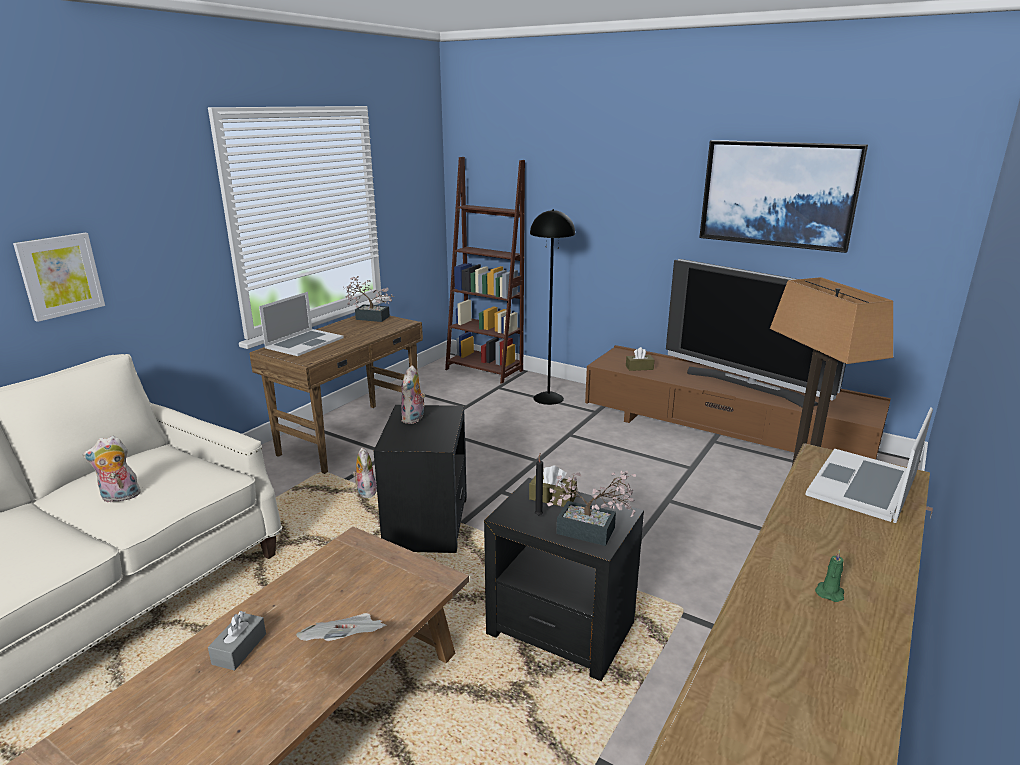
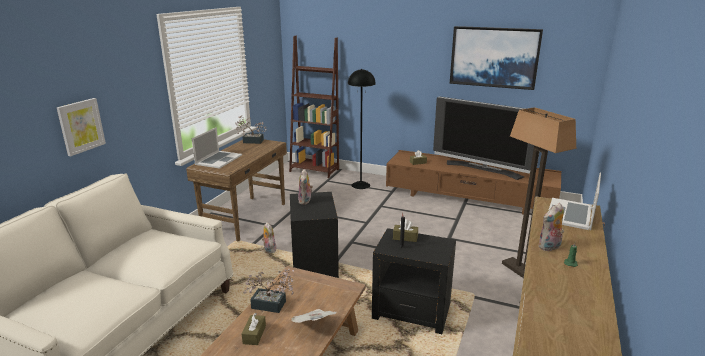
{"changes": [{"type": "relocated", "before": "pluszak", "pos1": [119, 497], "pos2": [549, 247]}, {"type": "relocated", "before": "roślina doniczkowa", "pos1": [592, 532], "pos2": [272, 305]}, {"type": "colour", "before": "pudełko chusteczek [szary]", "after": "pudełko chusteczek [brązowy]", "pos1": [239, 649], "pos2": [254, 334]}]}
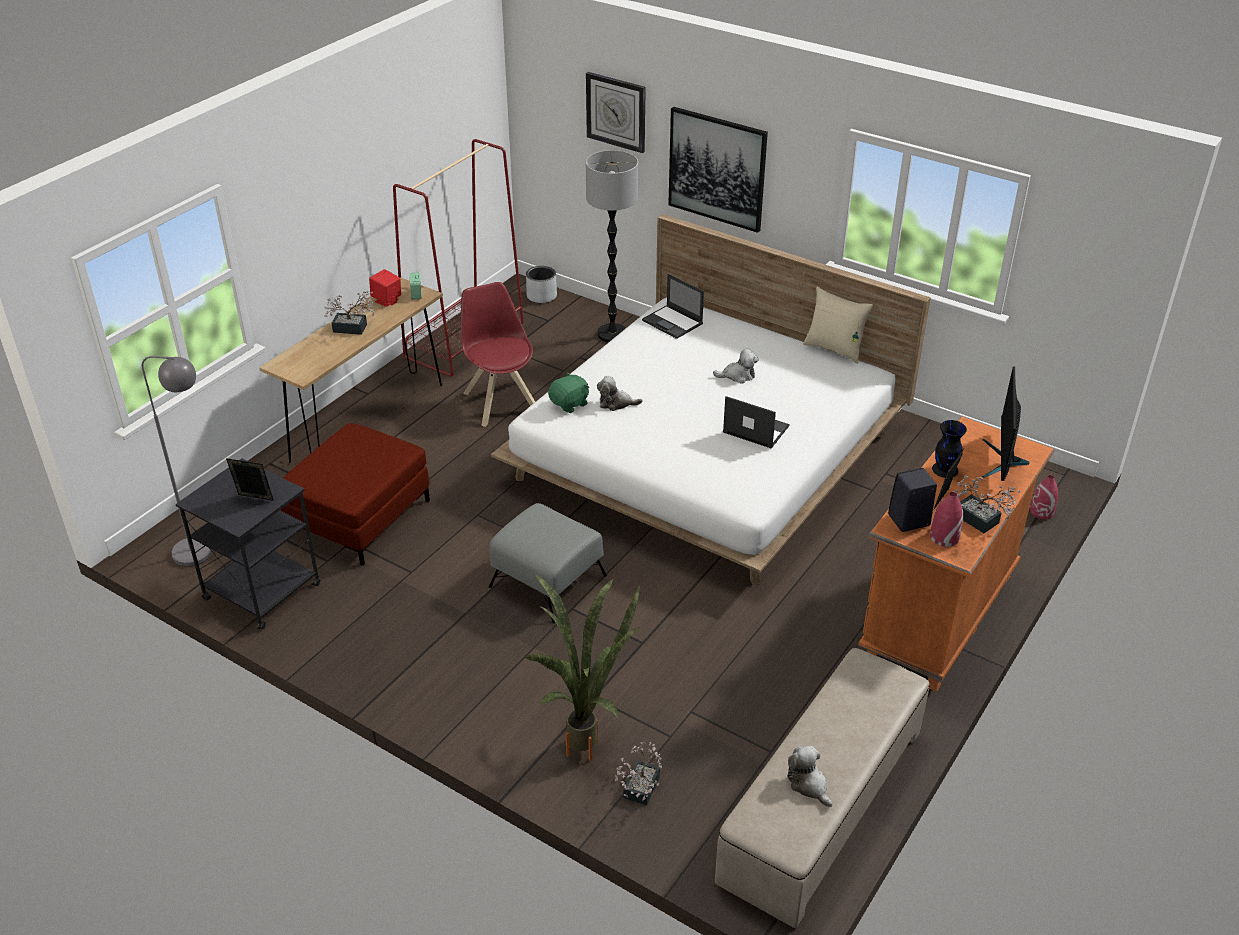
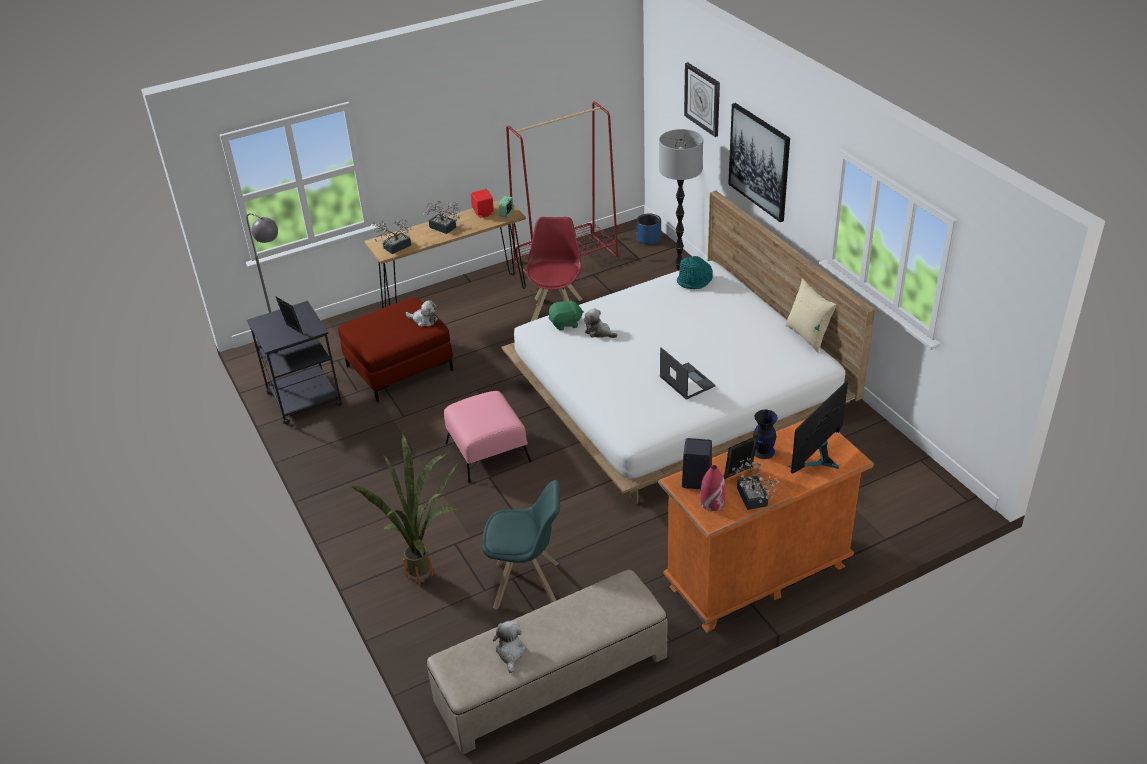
{"changes": [{"type": "missing", "before": "wazon [czerwony]", "pos1": [1042, 512]}, {"type": "appeared", "after": "krzesło [turkusowy]", "pos2": [527, 585]}, {"type": "relocated", "before": "roślina doniczkowa", "pos1": [639, 791], "pos2": [394, 248]}, {"type": "relocated", "before": "pluszak", "pos1": [738, 375], "pos2": [424, 320]}, {"type": "exchanged", "before": "laptop", "after": "kapelusz [turkusowy]", "pos1": [673, 322], "pos2": [694, 281]}, {"type": "colour", "before": "pufa [szary]", "after": "pufa [różowy]", "pos1": [547, 580], "pos2": [488, 451]}, {"type": "colour", "before": "donica [szary]", "after": "donica [niebieski]", "pos1": [542, 296], "pos2": [648, 239]}]}
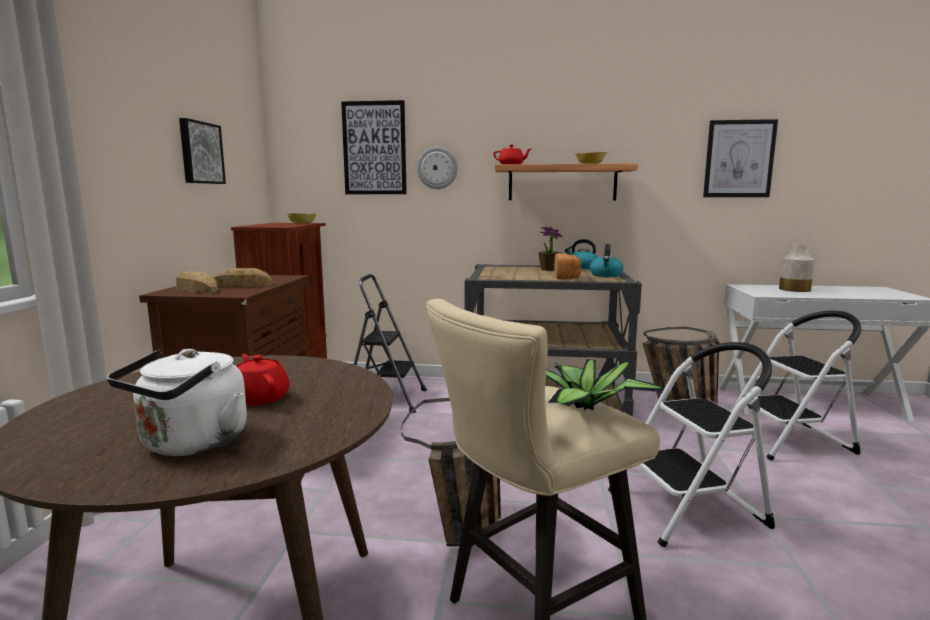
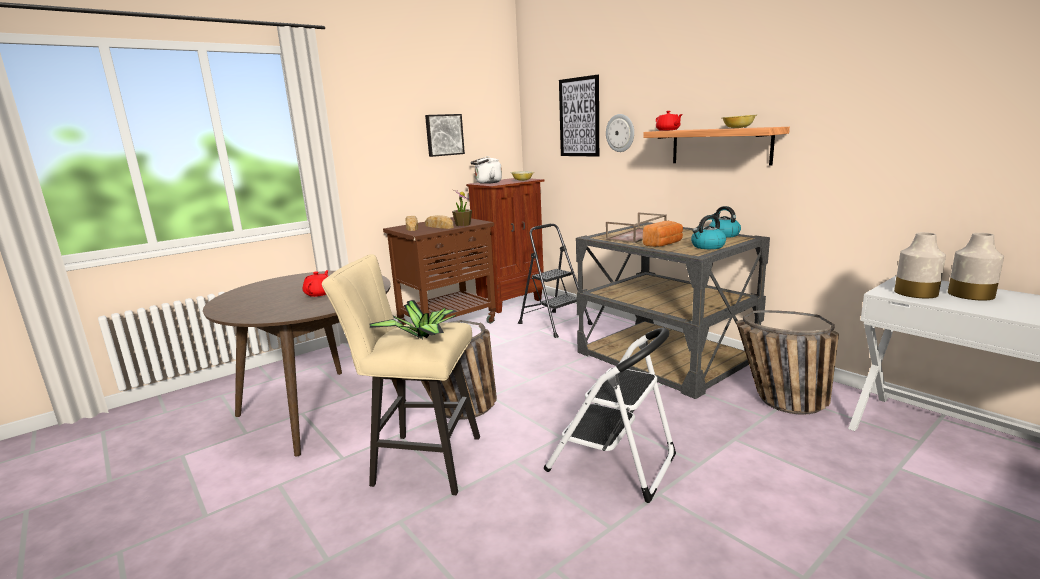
{"changes": [{"type": "missing", "before": "obraz", "pos1": [739, 159]}, {"type": "missing", "before": "drabinka", "pos1": [791, 440]}, {"type": "appeared", "after": "taca [brązowy]", "pos2": [636, 236]}, {"type": "appeared", "after": "wazon [beżowy]", "pos2": [916, 292]}, {"type": "relocated", "before": "czajnik [biały]", "pos1": [190, 444], "pos2": [487, 183]}, {"type": "relocated", "before": "roślina doniczkowa", "pos1": [549, 269], "pos2": [463, 225]}]}
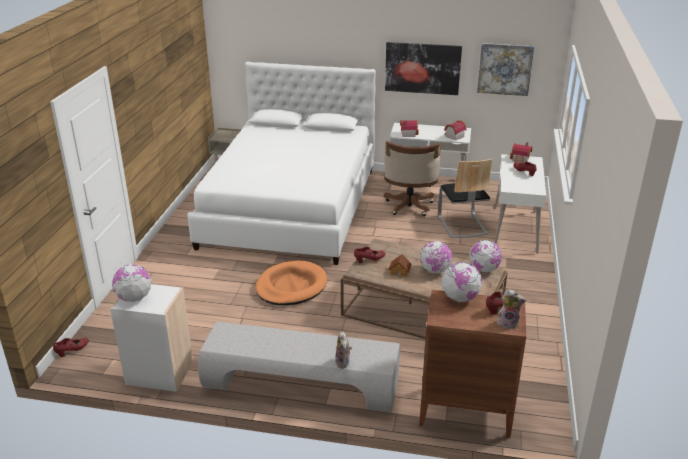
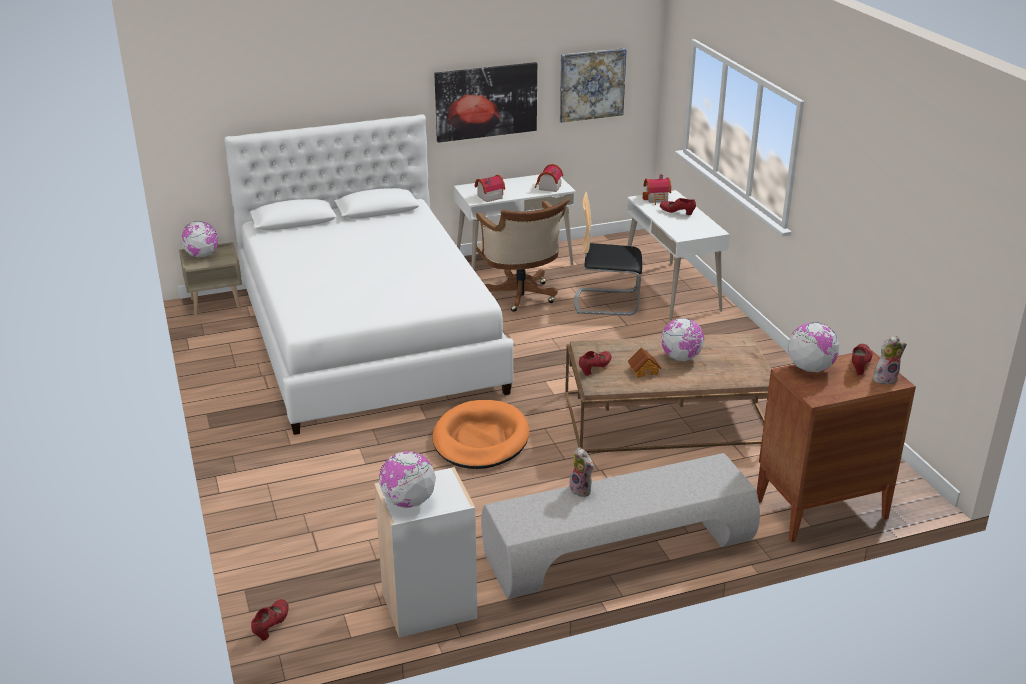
{"changes": [{"type": "relocated", "before": "pluszak", "pos1": [343, 363], "pos2": [582, 490]}, {"type": "relocated", "before": "globus", "pos1": [484, 269], "pos2": [202, 255]}, {"type": "spun", "before": "krzesło", "pos1": [462, 225], "pos2": [607, 302], "turn": 135}]}
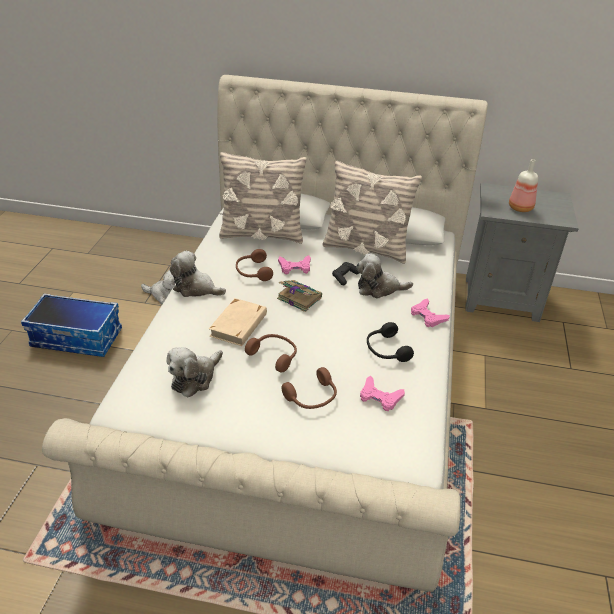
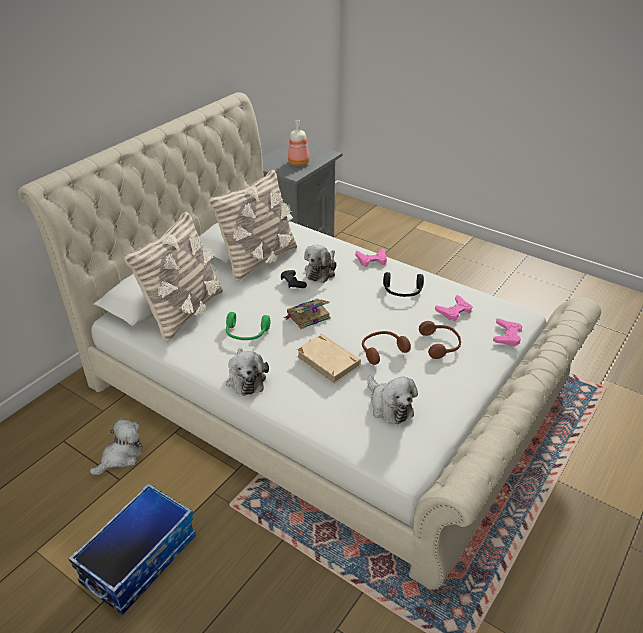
{"changes": [{"type": "relocated", "before": "pad do gier [różowy]", "pos1": [295, 267], "pos2": [507, 335]}, {"type": "colour", "before": "słuchawki [brązowy]", "after": "słuchawki [zielony]", "pos1": [253, 272], "pos2": [246, 334]}, {"type": "spun", "before": "pluszak", "pos1": [196, 288], "pos2": [246, 378], "turn": -60}]}
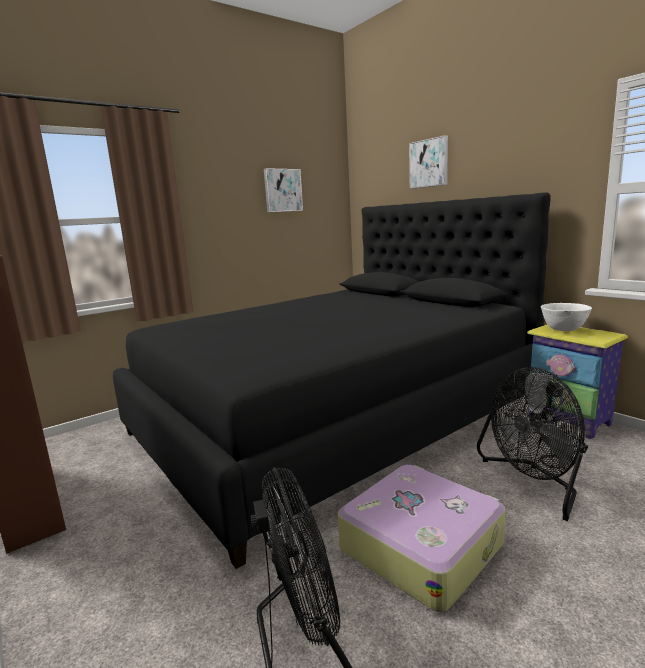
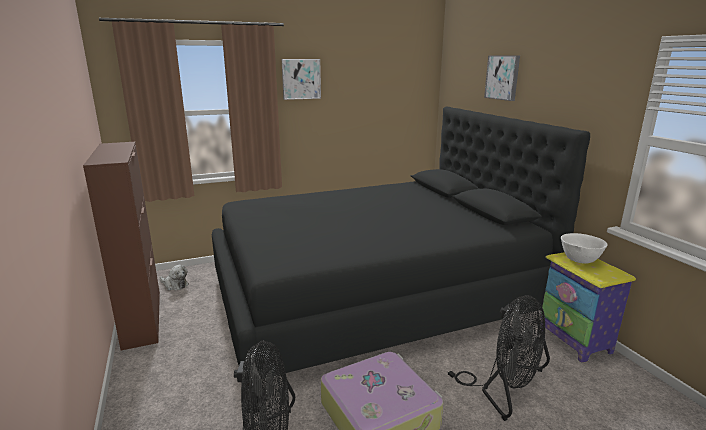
{"changes": [{"type": "appeared", "after": "pluszak", "pos2": [175, 285]}, {"type": "relocated", "before": "obraz", "pos1": [282, 190], "pos2": [301, 79]}, {"type": "spun", "before": "wentylator [czarny]", "pos1": [535, 479], "pos2": [504, 386], "turn": -135}]}
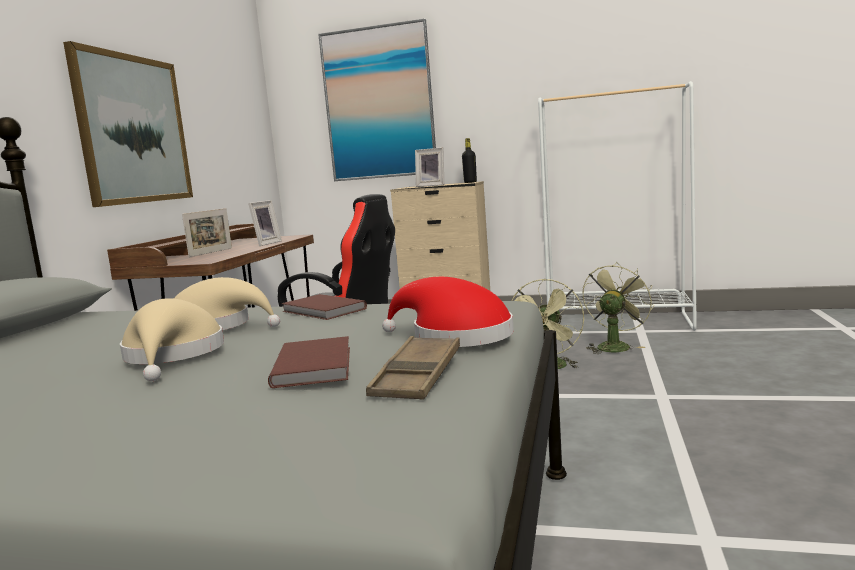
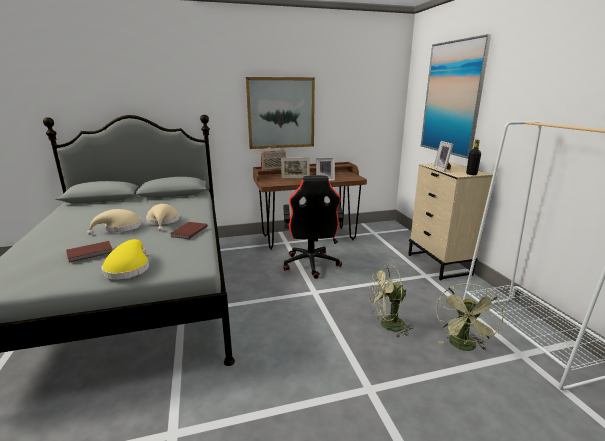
{"changes": [{"type": "missing", "before": "taca [brązowy]", "pos1": [417, 376]}, {"type": "appeared", "after": "radio", "pos2": [274, 168]}, {"type": "colour", "before": "kapelusz [czerwony]", "after": "kapelusz [żółty]", "pos1": [455, 336], "pos2": [128, 268]}, {"type": "spun", "before": "wentylator [zielony]", "pos1": [615, 346], "pos2": [463, 346], "turn": 105}]}
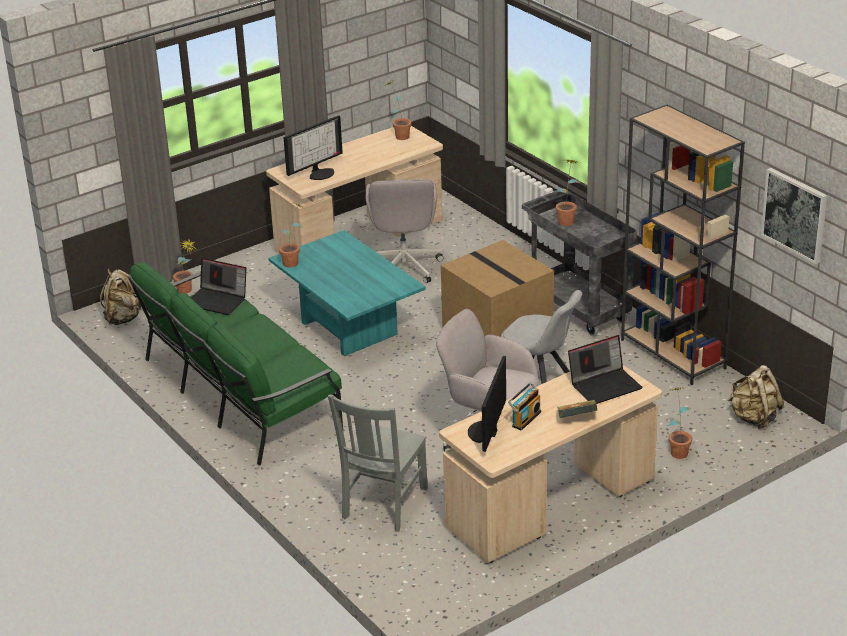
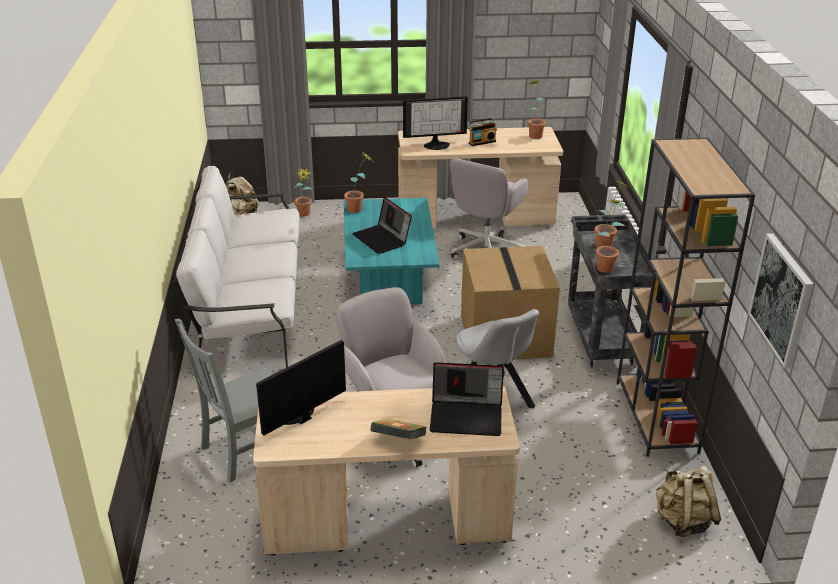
{"changes": [{"type": "relocated", "before": "laptop", "pos1": [218, 300], "pos2": [382, 239]}, {"type": "relocated", "before": "radio", "pos1": [525, 419], "pos2": [481, 142]}, {"type": "relocated", "before": "roślina doniczkowa", "pos1": [677, 450], "pos2": [606, 266]}, {"type": "colour", "before": "kanapa [zielony]", "after": "kanapa [biały]", "pos1": [239, 394], "pos2": [249, 306]}]}
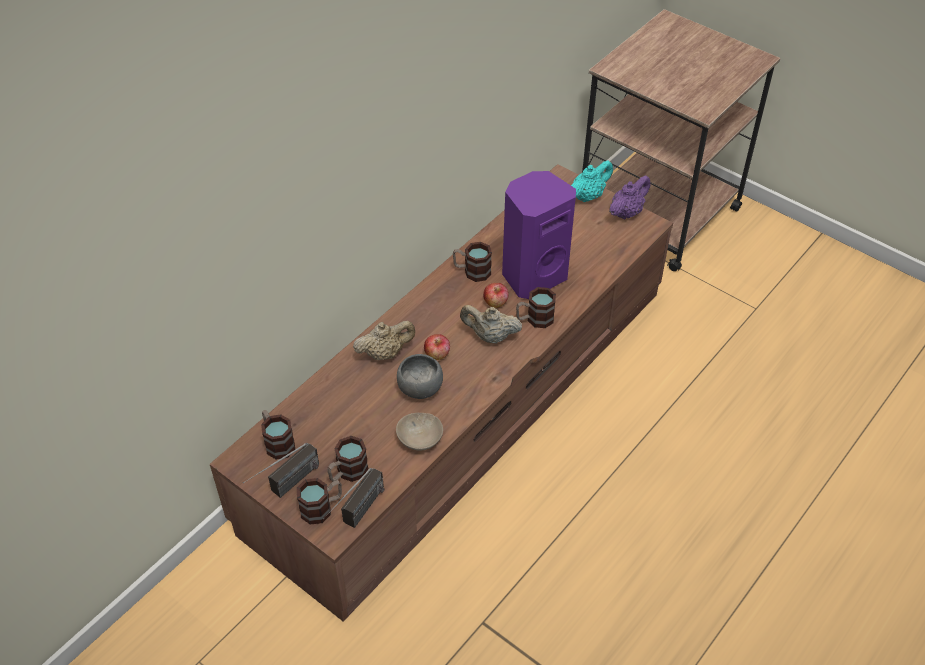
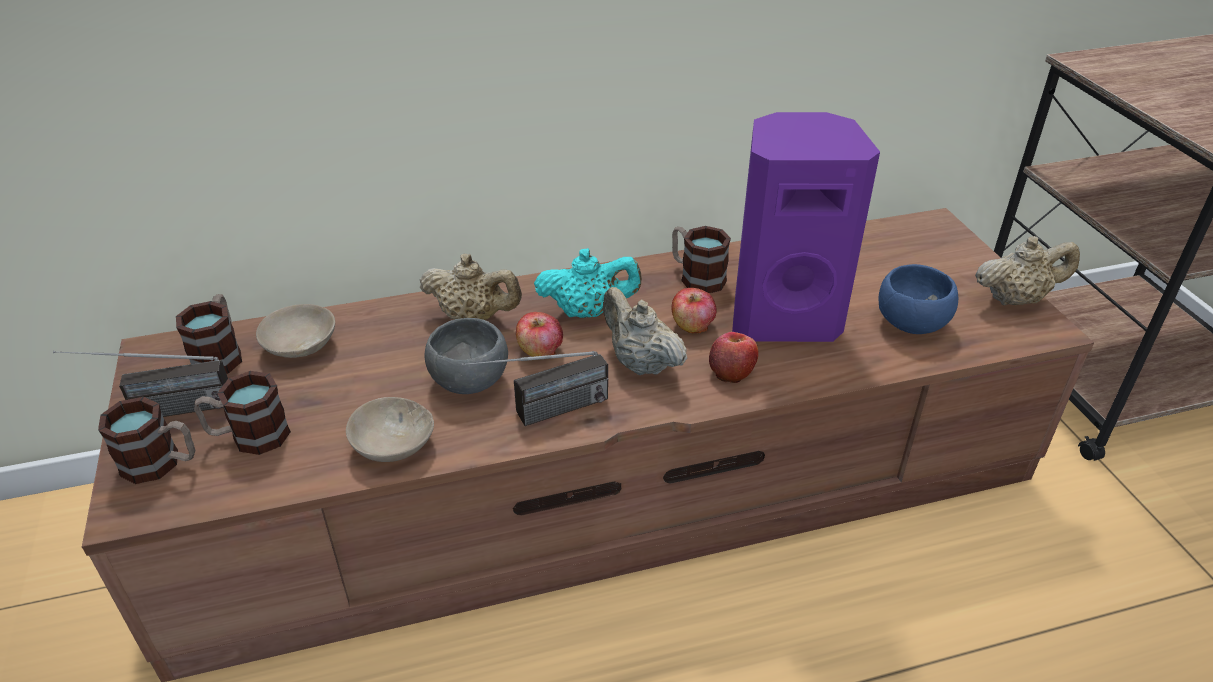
{"changes": [{"type": "appeared", "after": "miska [beżowy]", "pos2": [301, 344]}, {"type": "appeared", "after": "miska [niebieski]", "pos2": [909, 321]}, {"type": "relocated", "before": "radio", "pos1": [357, 516], "pos2": [540, 414]}, {"type": "relocated", "before": "imbryk [turkusowy]", "pos1": [588, 196], "pos2": [588, 312]}, {"type": "exchanged", "before": "kubek", "after": "jabłko", "pos1": [534, 319], "pos2": [732, 371]}, {"type": "colour", "before": "imbryk [fioletowy]", "after": "imbryk [beżowy]", "pos1": [627, 212], "pos2": [1016, 299]}]}
